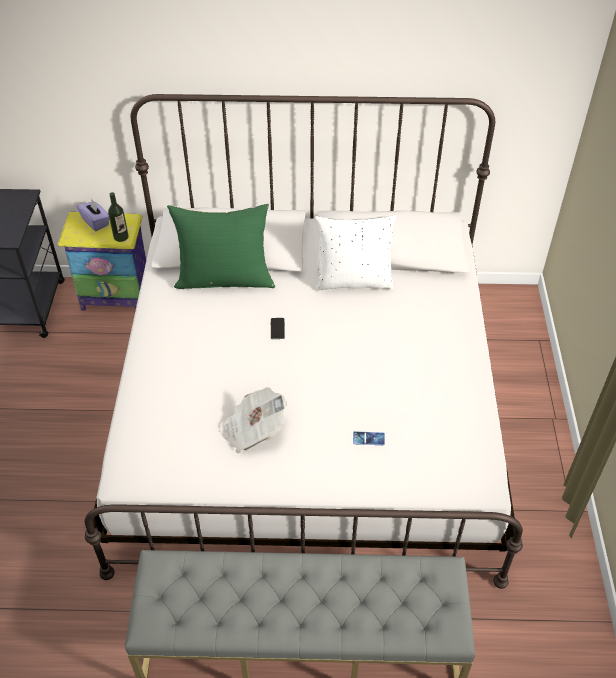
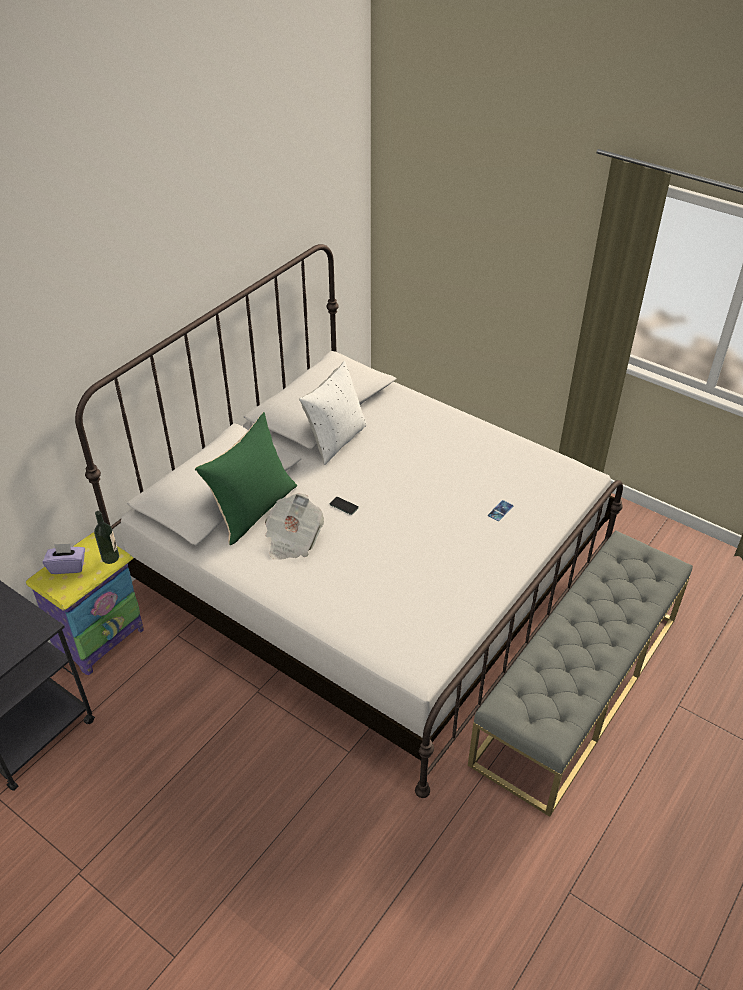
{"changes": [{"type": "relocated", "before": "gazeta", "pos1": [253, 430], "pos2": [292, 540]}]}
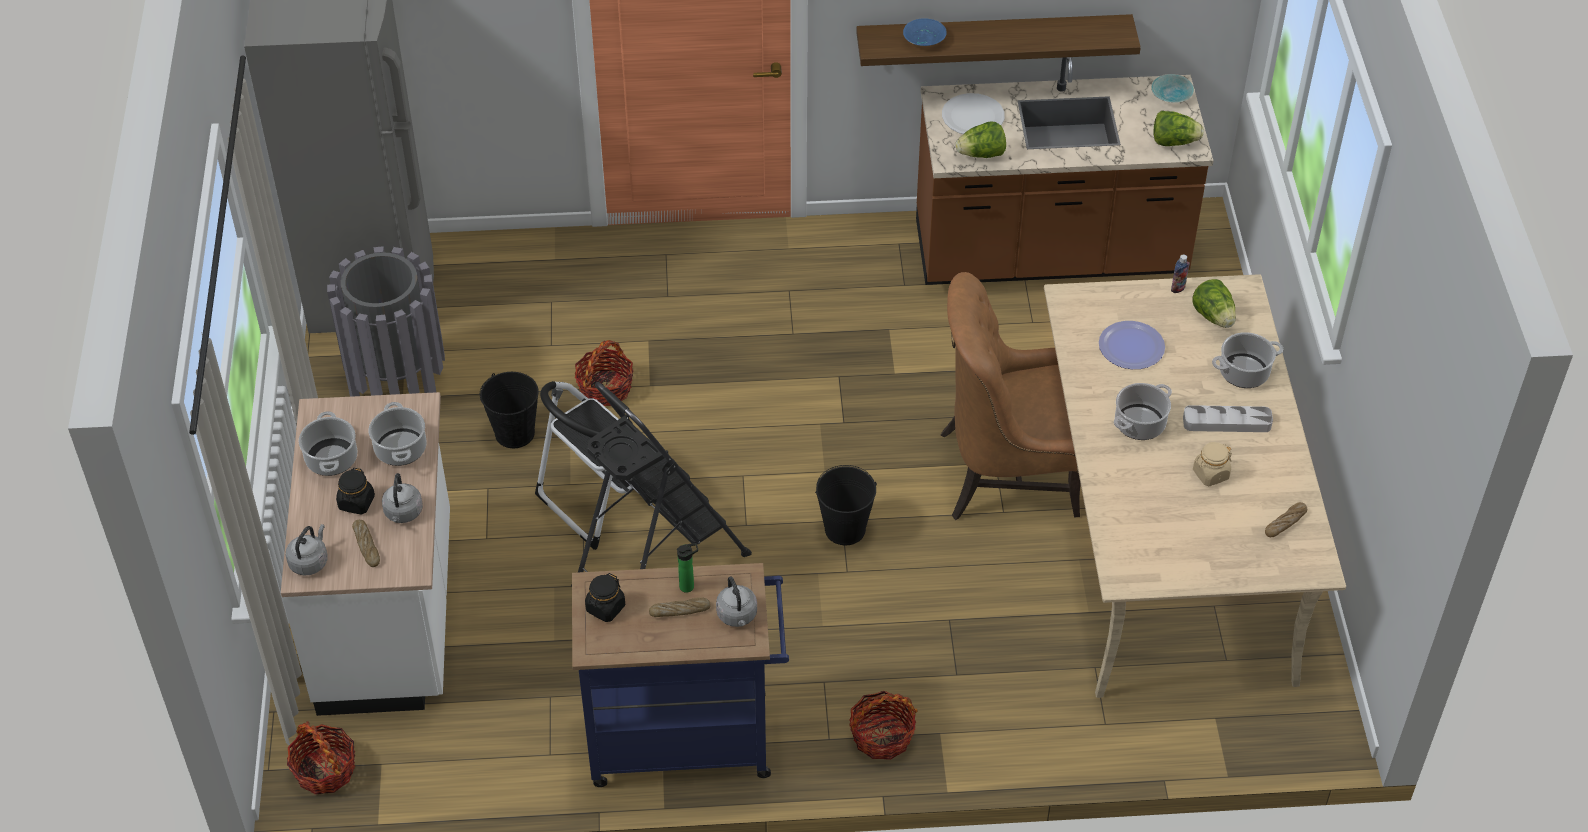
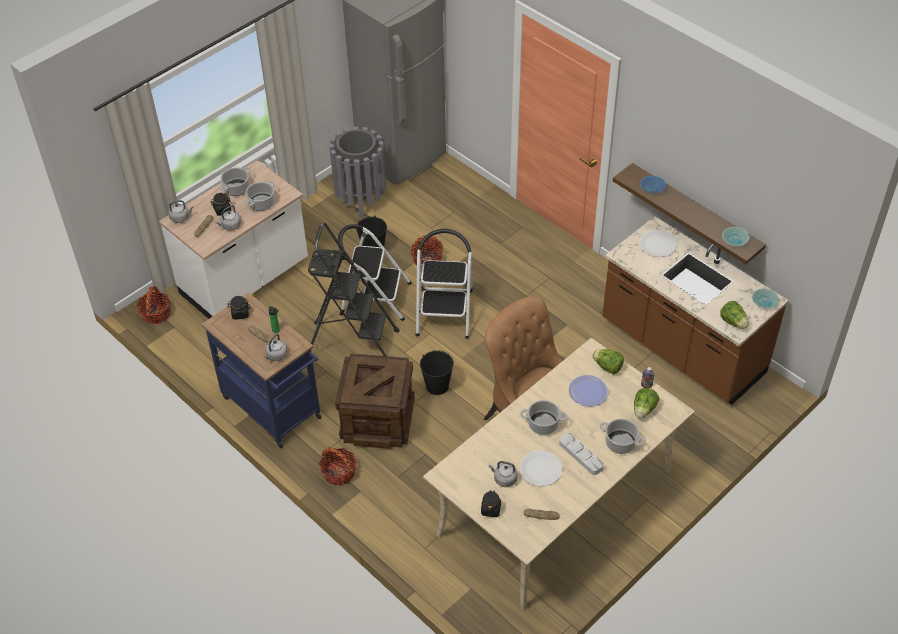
{"changes": [{"type": "appeared", "after": "skrzynka", "pos2": [377, 420]}, {"type": "appeared", "after": "drabinka", "pos2": [445, 311]}, {"type": "appeared", "after": "słoik [czarny]", "pos2": [490, 509]}, {"type": "appeared", "after": "czajnik [szary]", "pos2": [504, 479]}, {"type": "appeared", "after": "miska [turkusowy]", "pos2": [734, 241]}, {"type": "relocated", "before": "sałata", "pos1": [981, 154], "pos2": [607, 367]}, {"type": "exchanged", "before": "słoik [beżowy]", "after": "talerz [biały]", "pos1": [1210, 474], "pos2": [541, 469]}]}
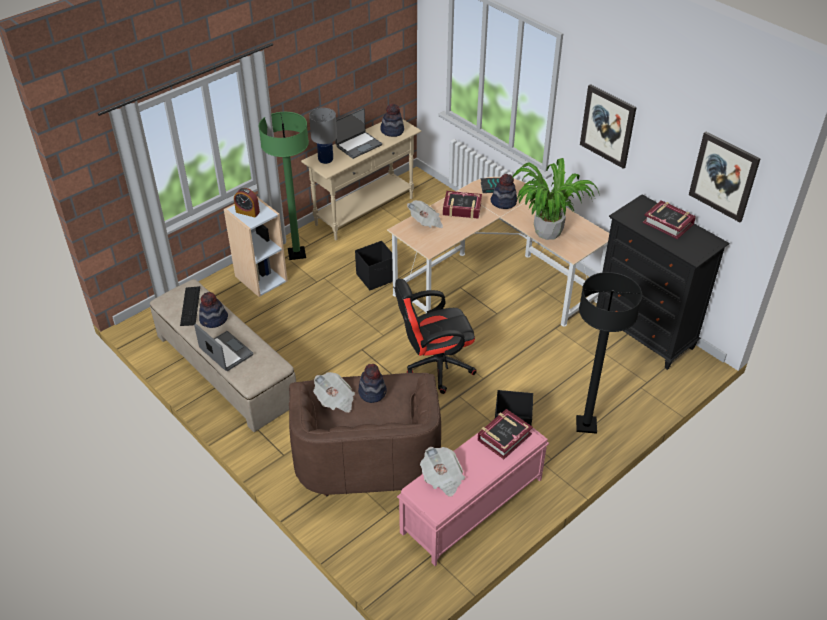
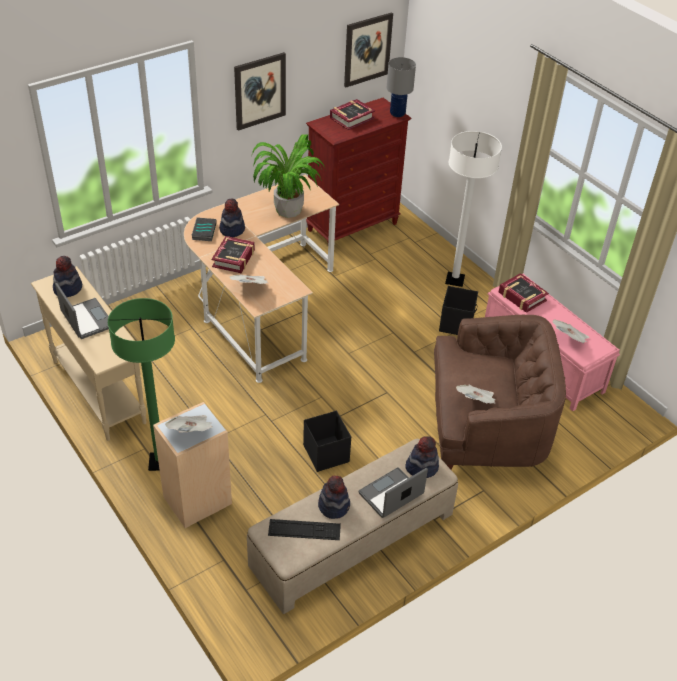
{"changes": [{"type": "missing", "before": "krzesło biurowe [czarny]", "pos1": [433, 368]}, {"type": "relocated", "before": "lampa stołowa [szary]", "pos1": [325, 161], "pos2": [397, 114]}, {"type": "relocated", "before": "pojemnik do przechowywania [czarny]", "pos1": [376, 277], "pos2": [326, 453]}, {"type": "relocated", "before": "kapelusz", "pos1": [372, 392], "pos2": [421, 467]}, {"type": "exchanged", "before": "budzik", "after": "gazeta", "pos1": [247, 212], "pos2": [191, 431]}, {"type": "colour", "before": "lampa stojąca [czarny]", "after": "lampa stojąca [biały]", "pos1": [586, 425], "pos2": [455, 280]}, {"type": "colour", "before": "komoda [czarny]", "after": "komoda [czerwony]", "pos1": [644, 335], "pos2": [353, 227]}]}
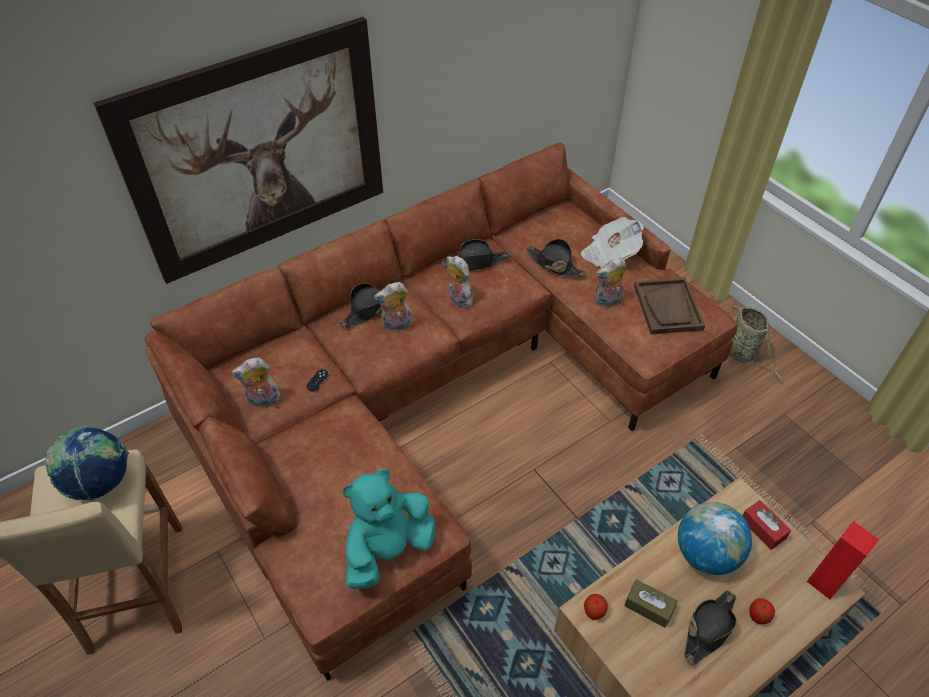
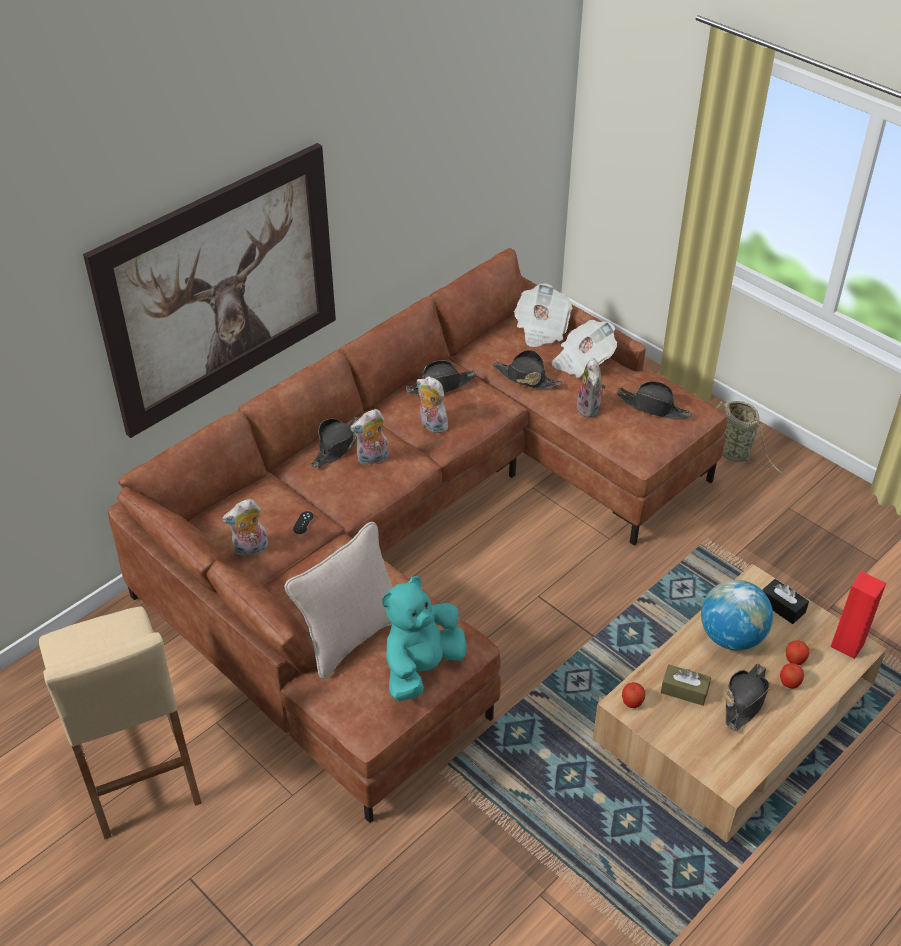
{"changes": [{"type": "missing", "before": "globus", "pos1": [101, 482]}, {"type": "appeared", "after": "poduszka [beżowy]", "pos2": [351, 636]}, {"type": "appeared", "after": "gazeta", "pos2": [541, 329]}, {"type": "appeared", "after": "jabłko", "pos2": [795, 659]}, {"type": "exchanged", "before": "taca [brązowy]", "after": "kapelusz [czarny]", "pos1": [668, 307], "pos2": [653, 407]}, {"type": "colour", "before": "pudełko chusteczek [czerwony]", "after": "pudełko chusteczek [czarny]", "pos1": [762, 529], "pos2": [782, 607]}, {"type": "spun", "before": "pluszak", "pos1": [608, 301], "pos2": [590, 409], "turn": -60}]}
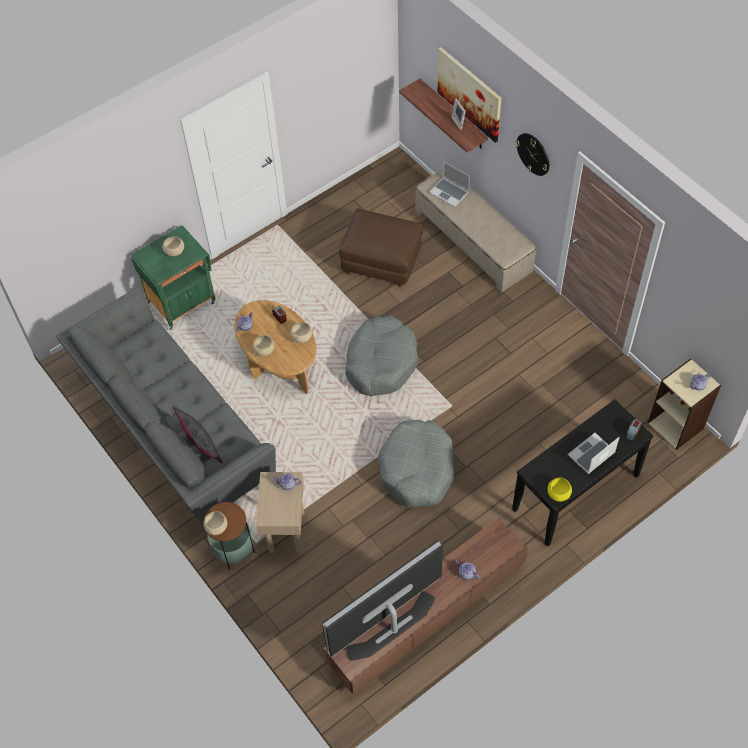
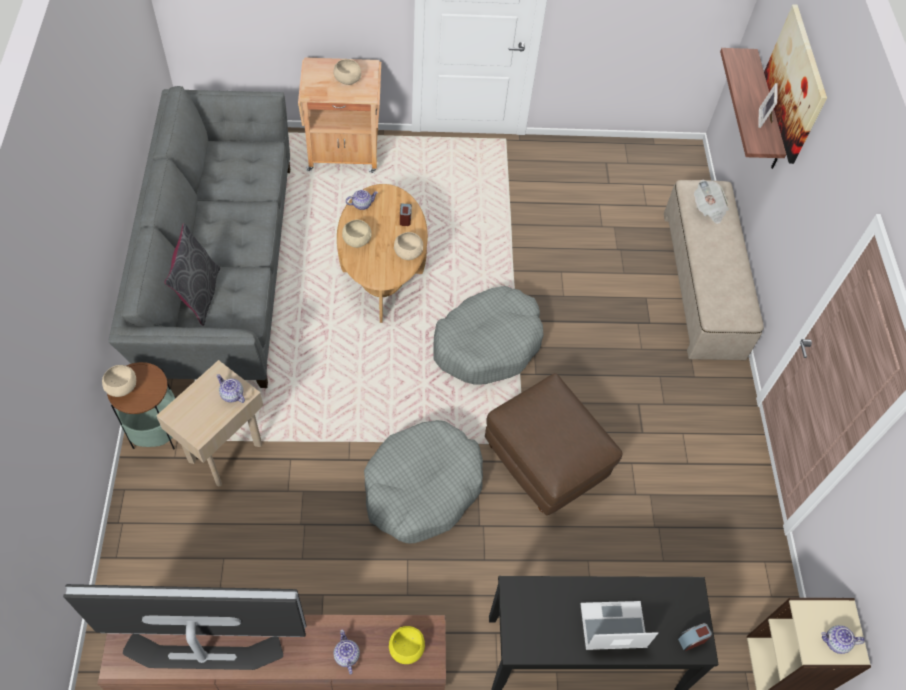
{"changes": [{"type": "missing", "before": "zegar ścienny", "pos1": [533, 154]}, {"type": "relocated", "before": "pufa [brązowy]", "pos1": [382, 262], "pos2": [546, 461]}, {"type": "relocated", "before": "miska [żółty]", "pos1": [558, 494], "pos2": [406, 649]}, {"type": "exchanged", "before": "laptop", "after": "gazeta", "pos1": [449, 193], "pos2": [708, 209]}, {"type": "colour", "before": "wózek [zielony]", "after": "wózek [brązowy]", "pos1": [182, 302], "pos2": [344, 153]}]}
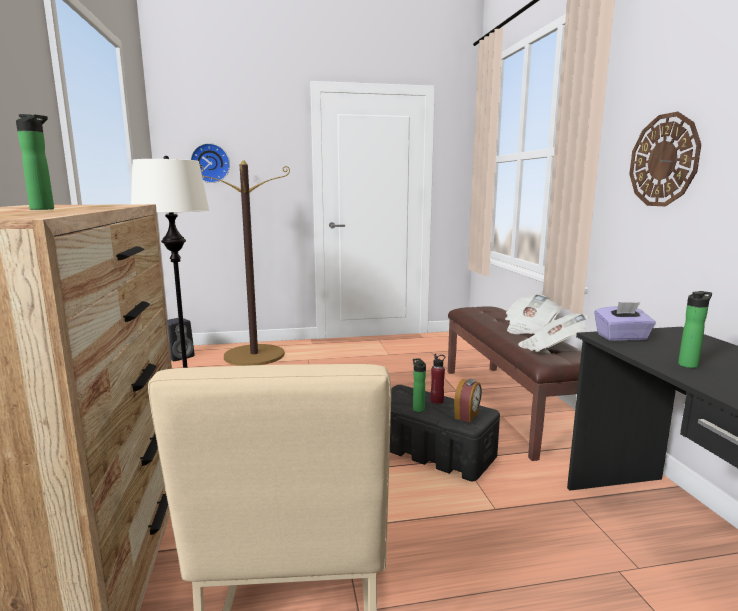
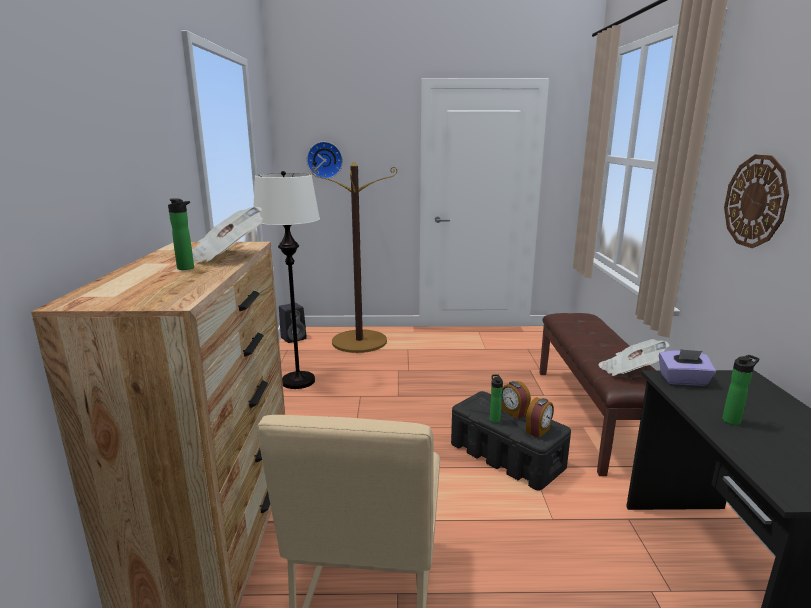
{"changes": [{"type": "relocated", "before": "gazeta", "pos1": [528, 329], "pos2": [225, 256]}, {"type": "exchanged", "before": "butelka [czerwony]", "after": "budzik", "pos1": [437, 401], "pos2": [513, 412]}]}
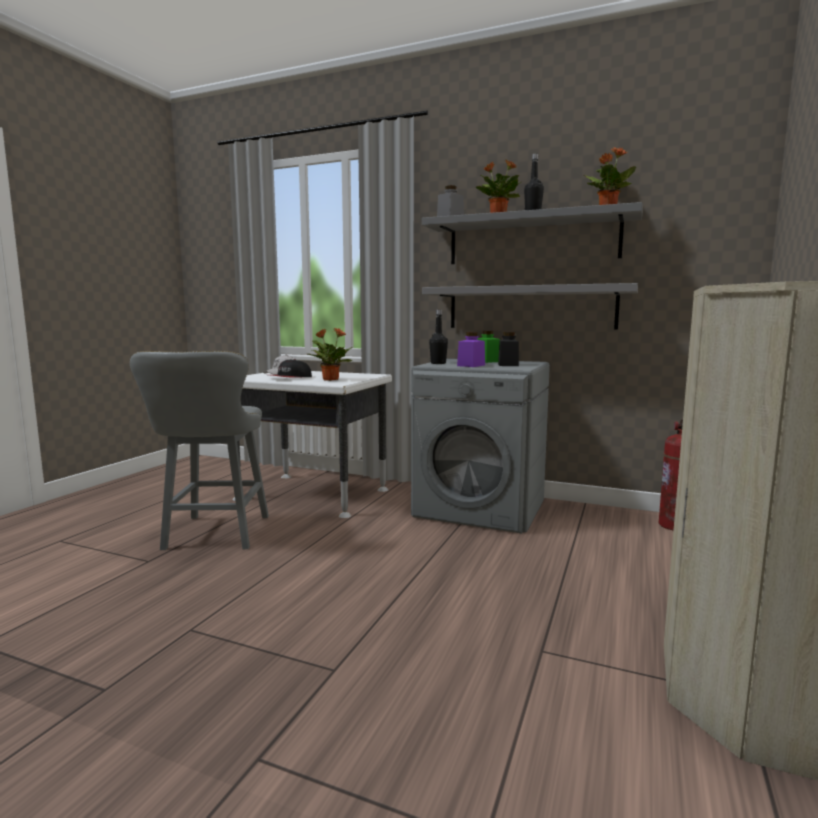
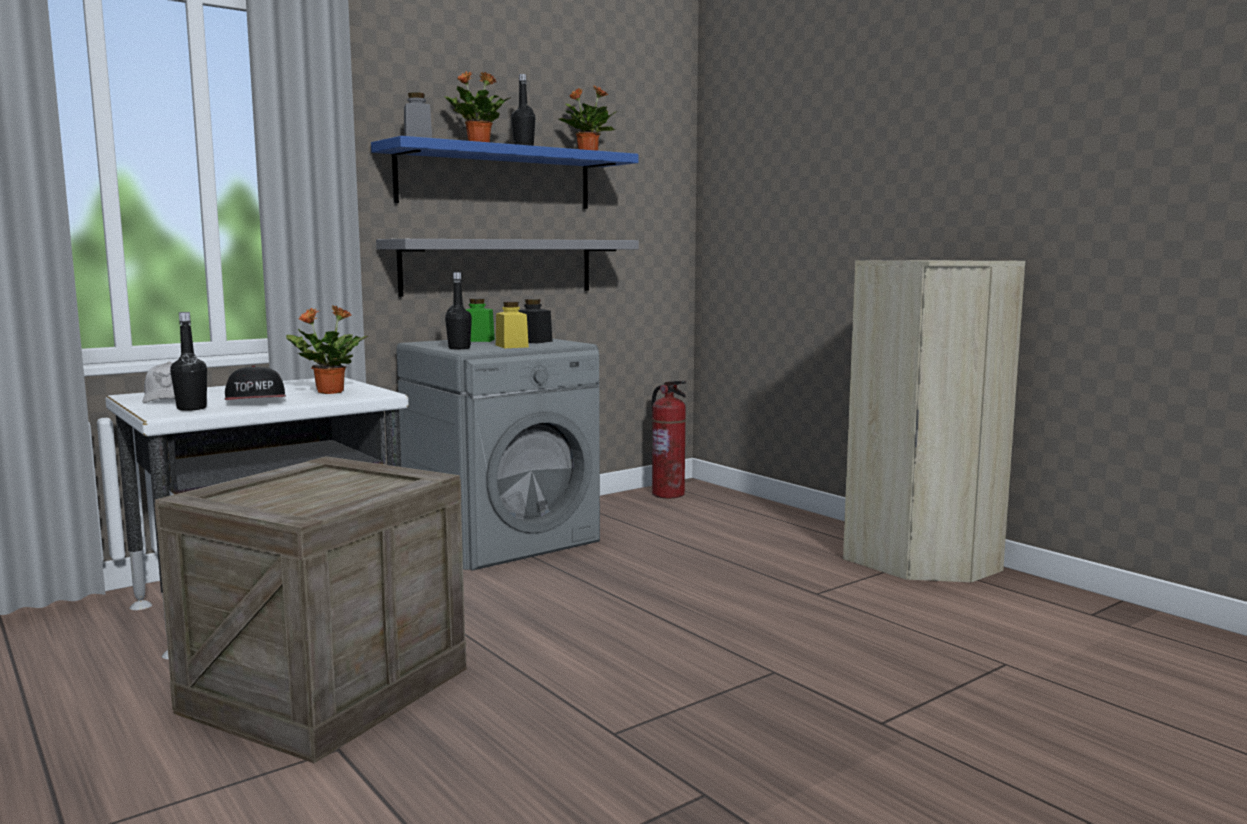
{"changes": [{"type": "appeared", "after": "butelka [czarny]", "pos2": [191, 408]}, {"type": "exchanged", "before": "stołek [szary]", "after": "skrzynka", "pos1": [213, 537], "pos2": [325, 691]}, {"type": "colour", "before": "półka [szary]", "after": "półka [niebieski]", "pos1": [532, 240], "pos2": [496, 178]}, {"type": "colour", "before": "słoik [fioletowy]", "after": "słoik [żółty]", "pos1": [471, 365], "pos2": [511, 346]}]}
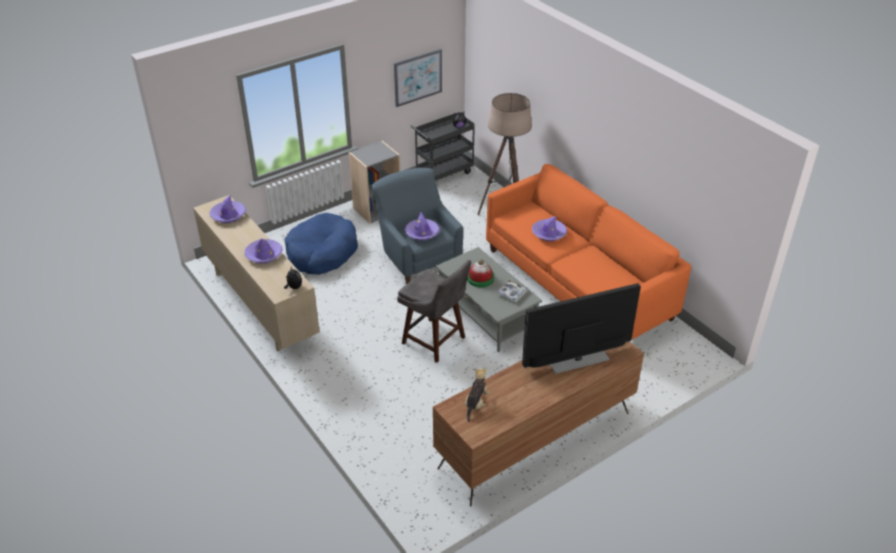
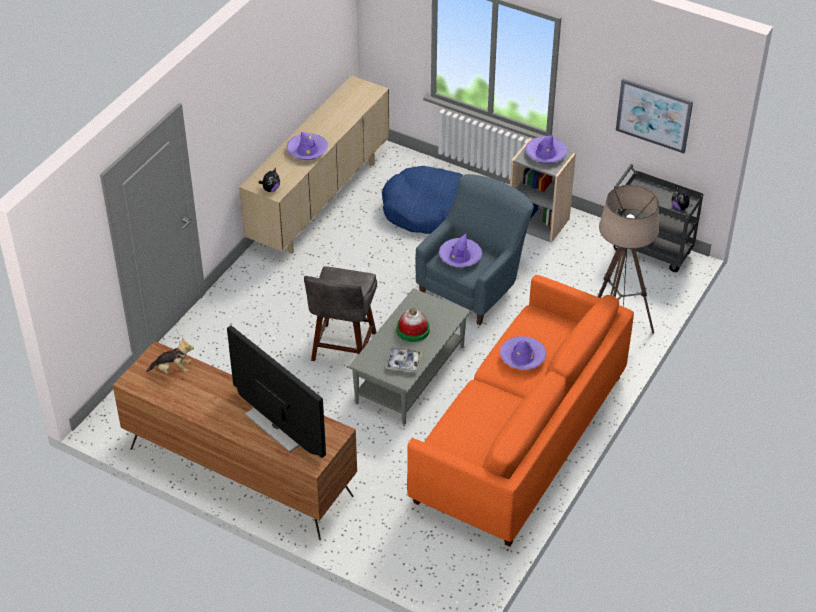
{"changes": [{"type": "relocated", "before": "kapelusz [fioletowy]", "pos1": [228, 215], "pos2": [545, 154]}]}
